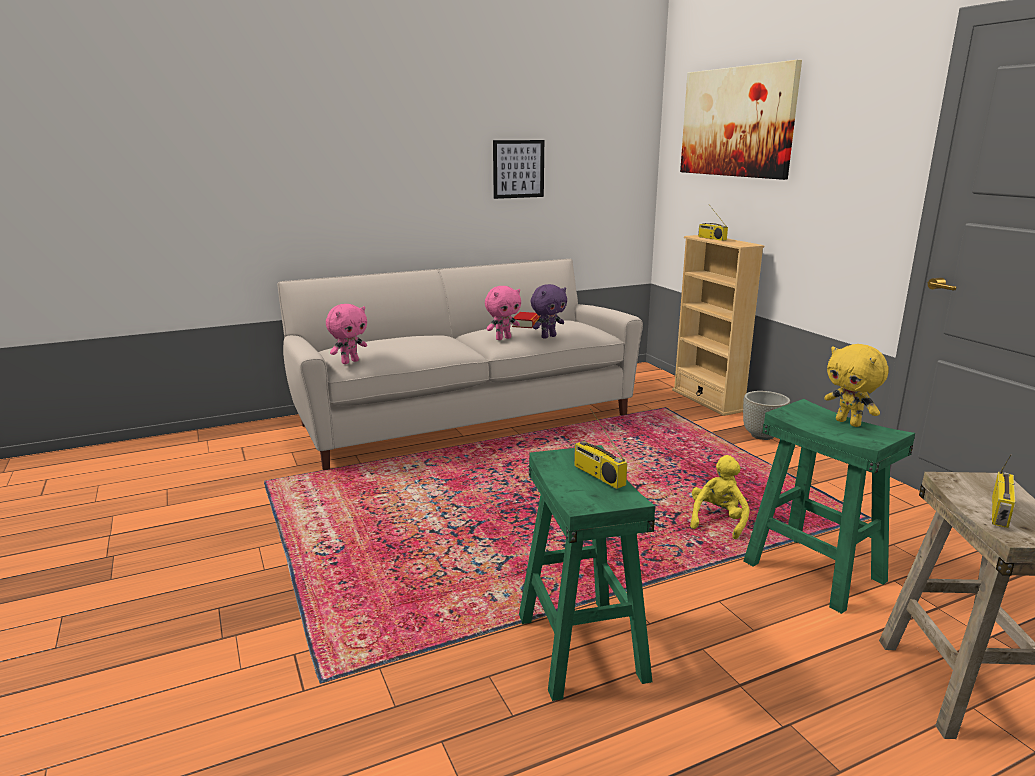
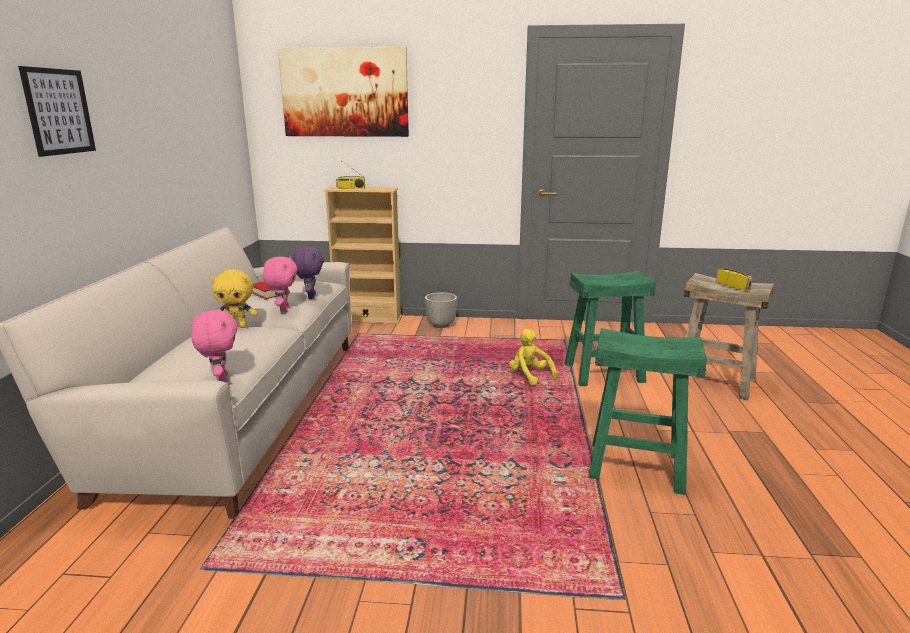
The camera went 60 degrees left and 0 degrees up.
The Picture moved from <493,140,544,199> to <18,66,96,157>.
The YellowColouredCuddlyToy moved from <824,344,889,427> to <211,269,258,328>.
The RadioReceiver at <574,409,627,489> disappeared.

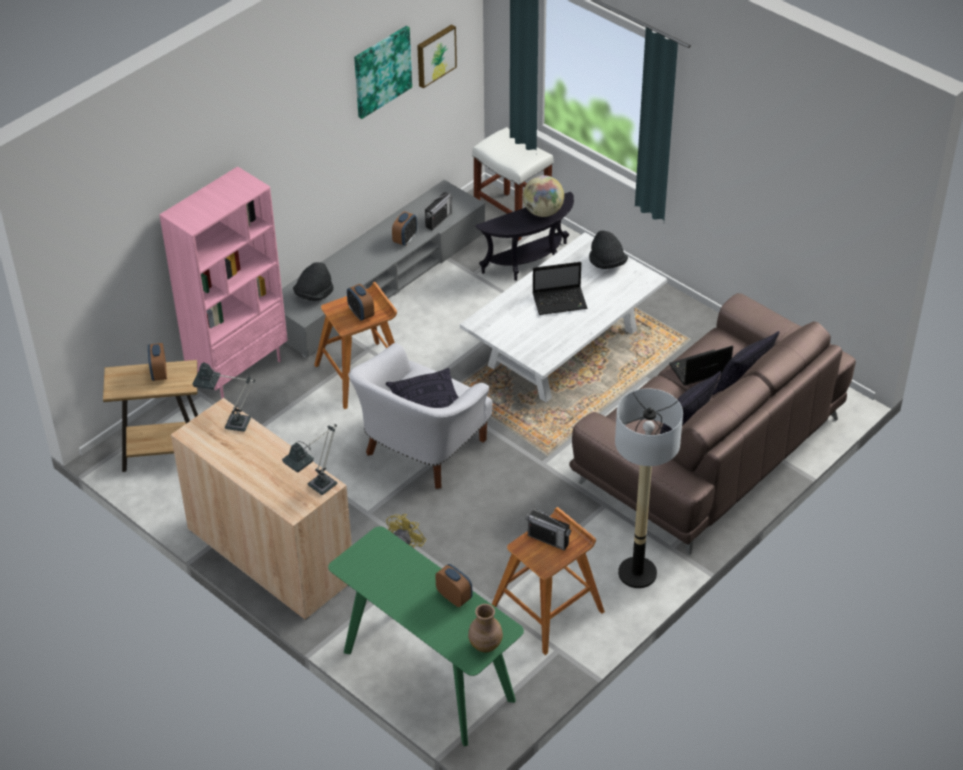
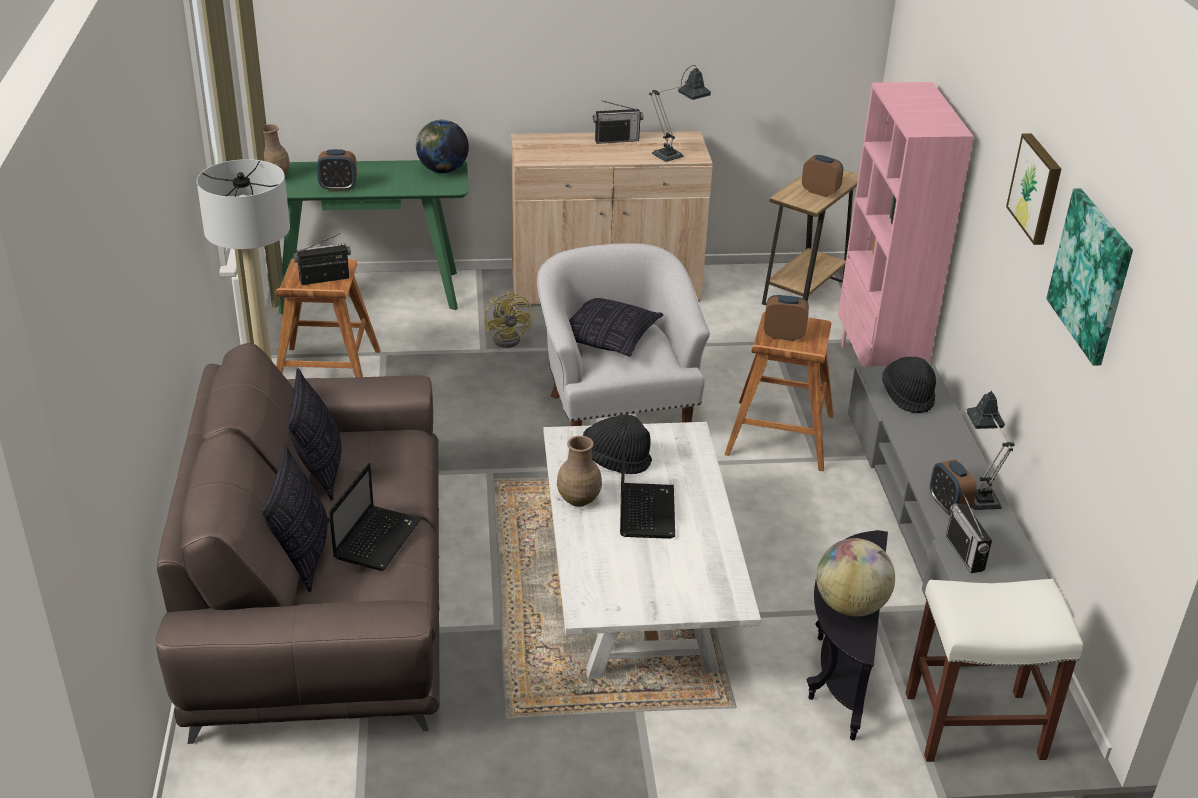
The camera went 130 degrees right and 10 degrees down.
The DeskGlobe at <416,120,469,173> appeared.
The BrownishFlowerVase at <557,436,602,507> appeared.
The BlackColouredWearableHat moved from <589,231,628,269> to <583,414,652,474>.
The RadioReceiver at <593,100,643,144> appeared.
The Laptop at <533,262,587,315> turned 150 degrees clockwise.
The LampForATable moved from <282,424,337,495> to <967,391,1014,510>.
The Picture moved from <417,24,457,88> to <1006,133,1061,245>.

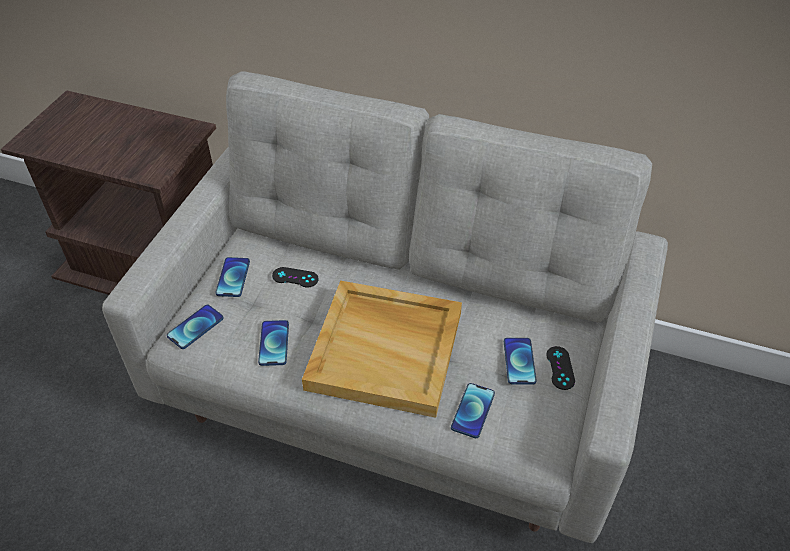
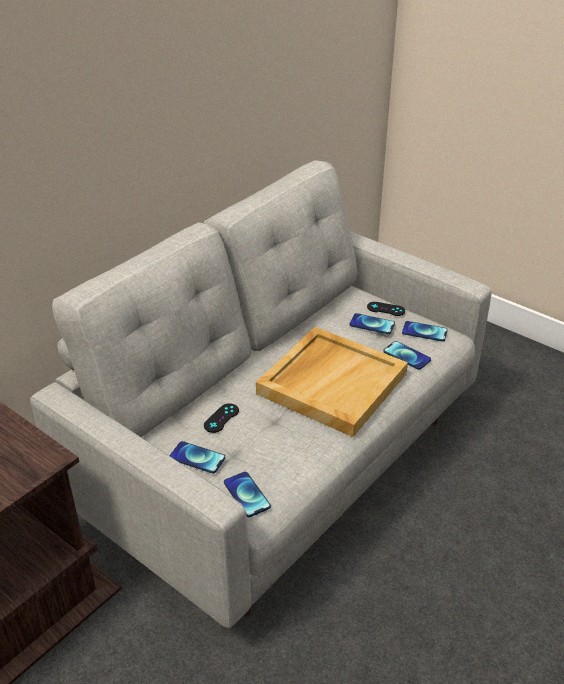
The camera went 70 degrees left and 10 degrees down.
The Telephone moved from <258,320,289,366> to <402,321,448,342>.

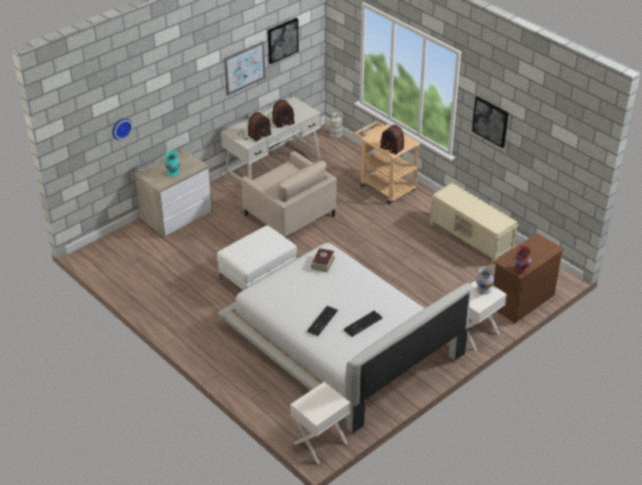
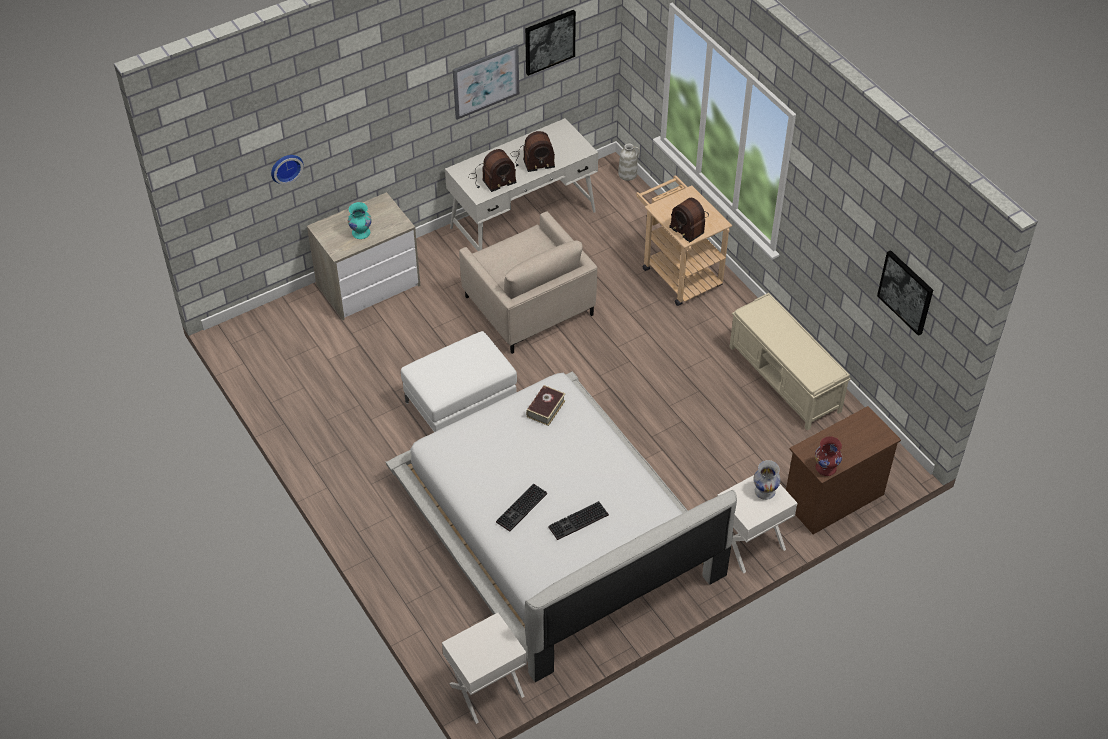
The camera went 10 degrees right and 10 degrees up.
The Picture moved from <472,96,508,148> to <877,250,933,336>.

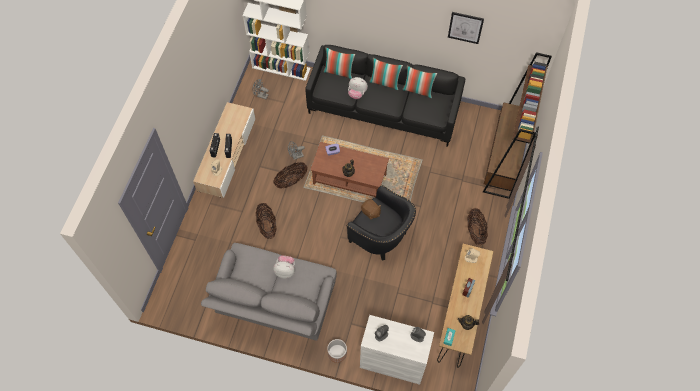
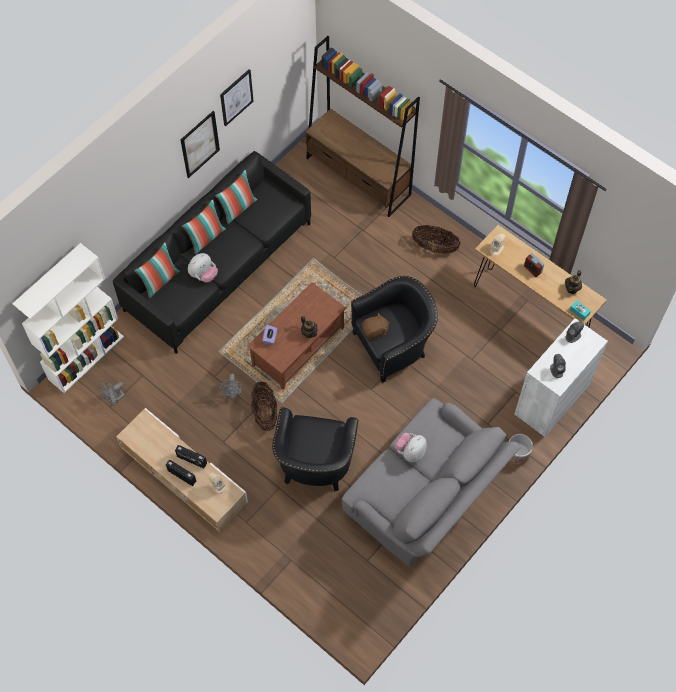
The camera went 65 degrees left and 0 degrees up.
The Picture at <181,111,220,178> appeared.
The HouseholdBasket at <256,203,277,239> was replaced by the BlackColouredArmchair at <272,408,358,491>.

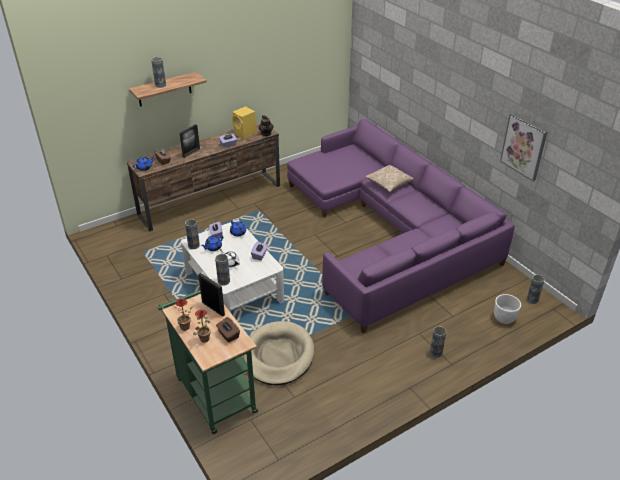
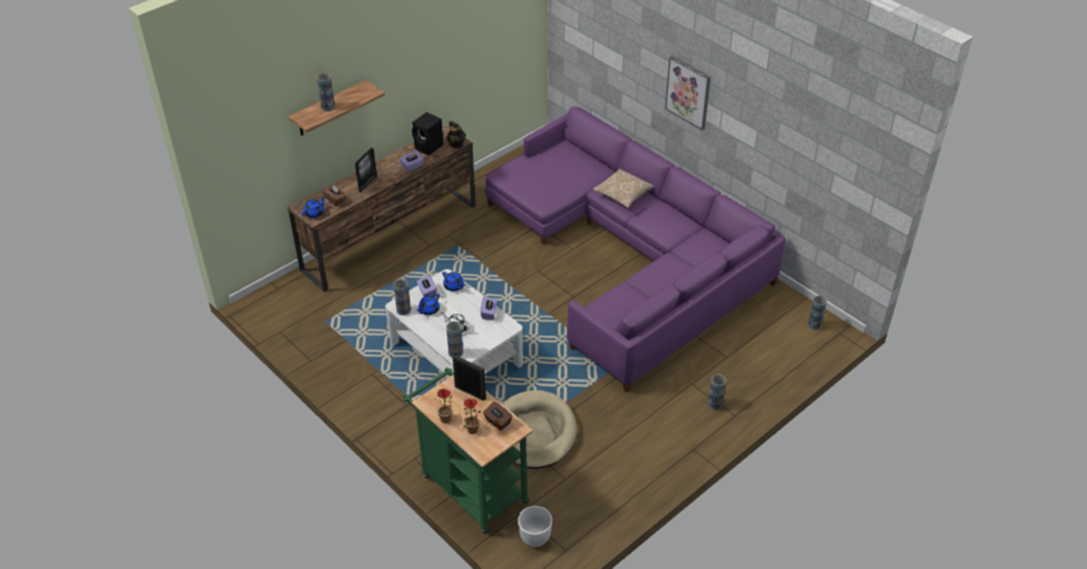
The camera went 10 degrees left and 5 degrees up.
The YellowColouredSpeaker at <232,106,256,139> became the BlackColouredSpeaker at <412,112,443,155>.
The WhiteColouredPlantPot moved from <494,294,521,324> to <518,506,552,547>.
The Picture moved from <500,113,547,181> to <665,56,711,130>.

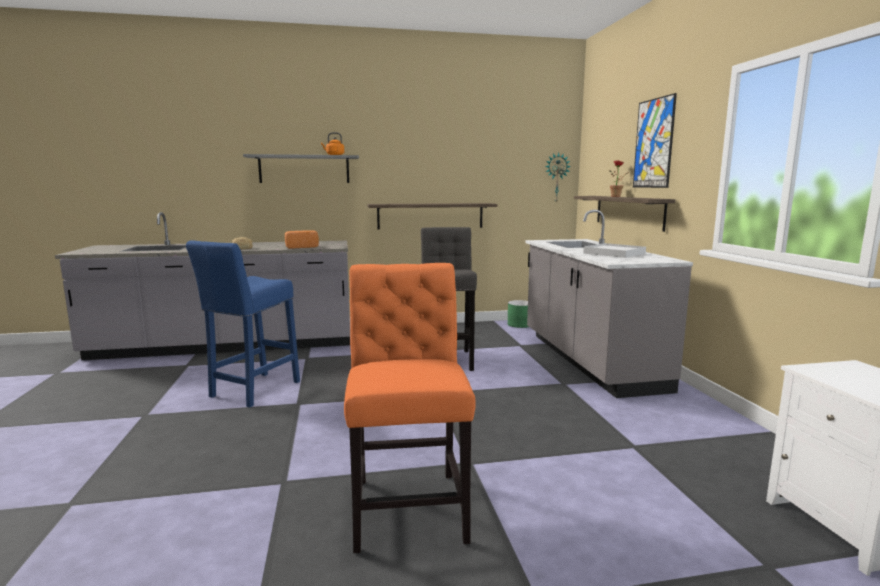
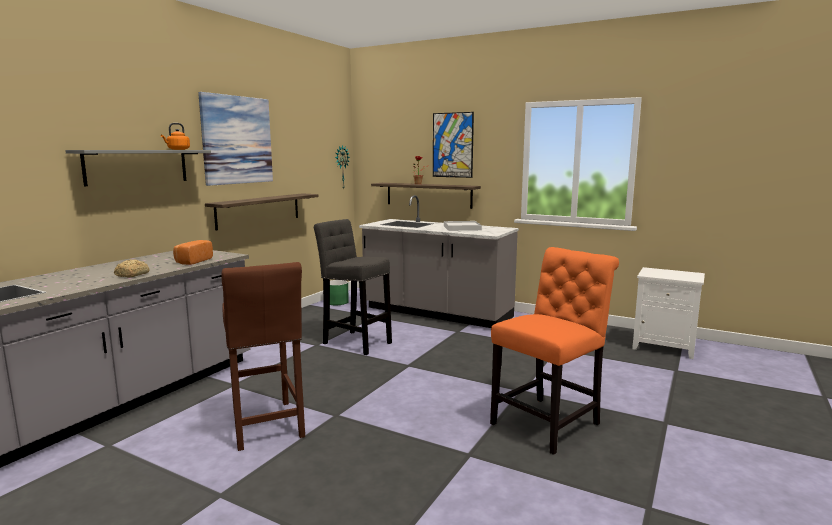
The camera went 50 degrees left and 0 degrees up.
The Picture at <198,92,273,186> appeared.
The BluishStool at <186,240,300,408> became the BrownishStool at <222,262,305,451>.
The OrangeyUprightChair at <344,263,476,553> turned 105 degrees clockwise.

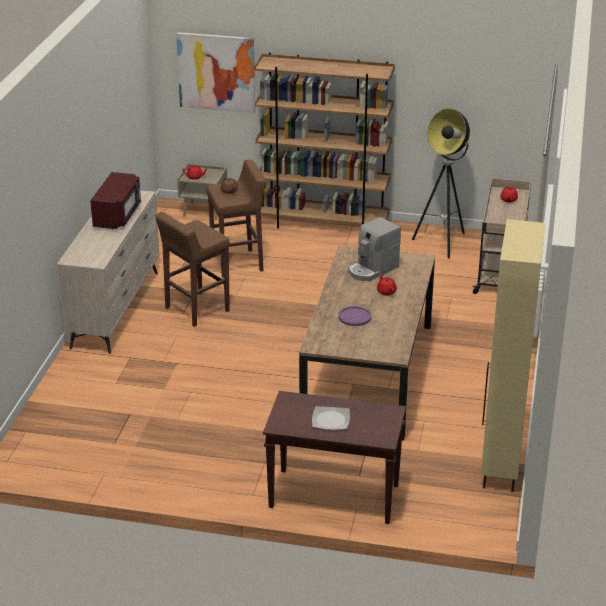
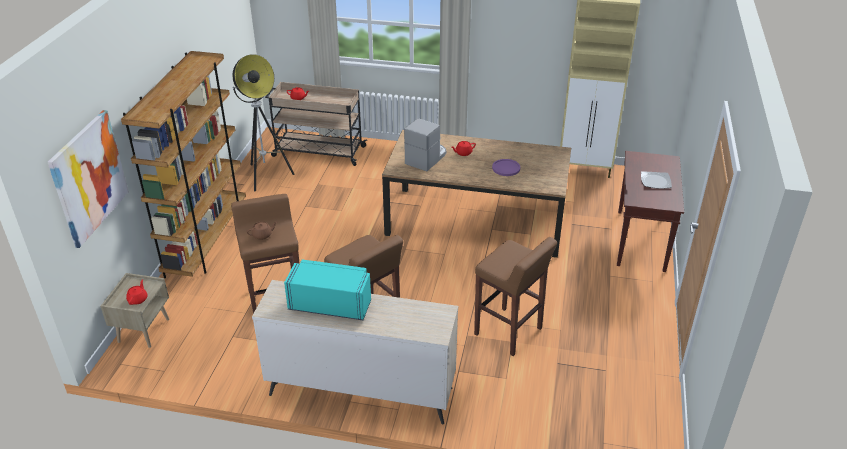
The camera went 90 degrees left and 5 degrees up.
The ReddishMicrowave at <90,172,141,229> became the TurquoiseMicrowave at <284,259,371,320>.
The CoffeeMachine at <349,217,401,281> turned 105 degrees counterclockwise.
The BrownishStool at <474,237,557,356> appeared.

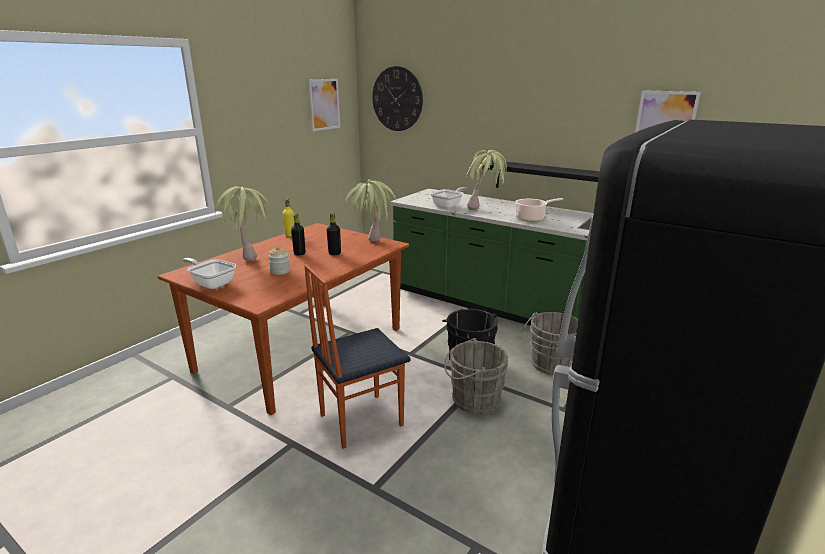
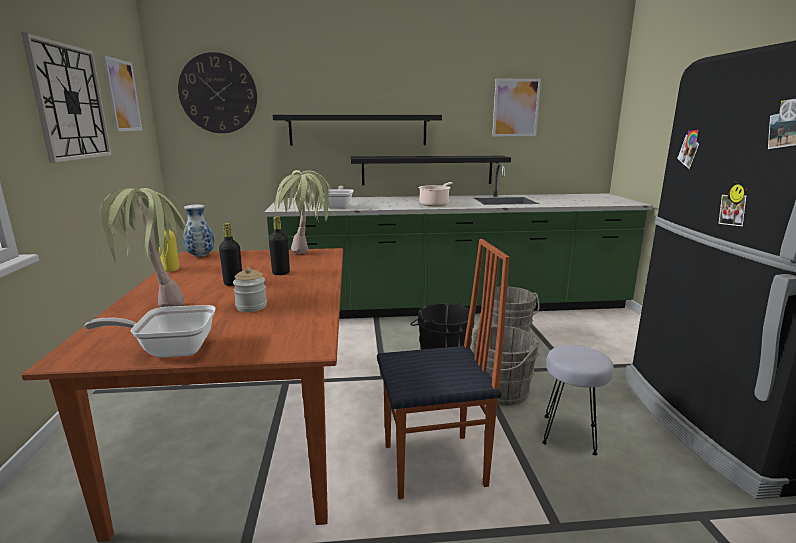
The camera went 40 degrees left and 5 degrees down.
The WallClock at <21,33,112,163> appeared.
The FlowerVase at <183,204,214,257> appeared.
The BlackColouredWallShelf at <273,115,442,146> appeared.
The UprightChair at <304,264,410,449> turned 120 degrees counterclockwise.
The GreyStool at <542,345,614,455> appeared.
The PlantInAPot at <466,150,507,210> disappeared.

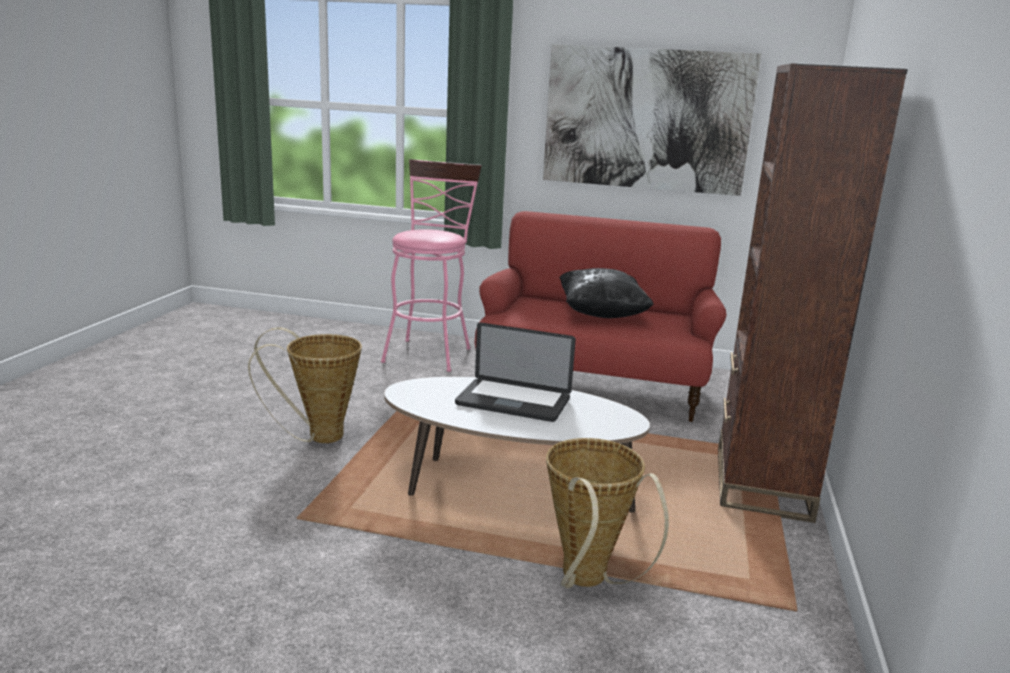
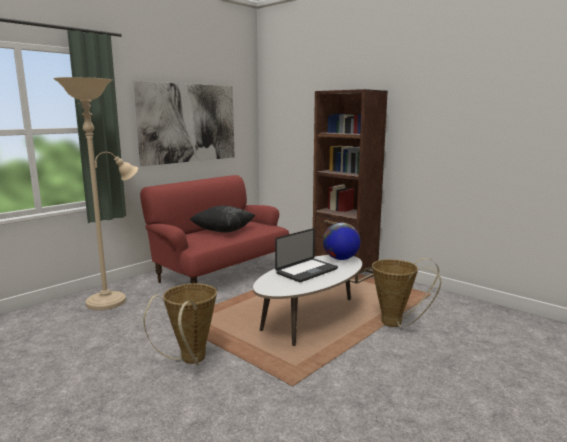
The camera went 60 degrees left and 5 degrees down.
The PinkishStool at <381,159,482,372> was replaced by the SandColouredStandardLamp at <53,77,138,310>.
The DeskGlobe at <323,223,361,260> appeared.

